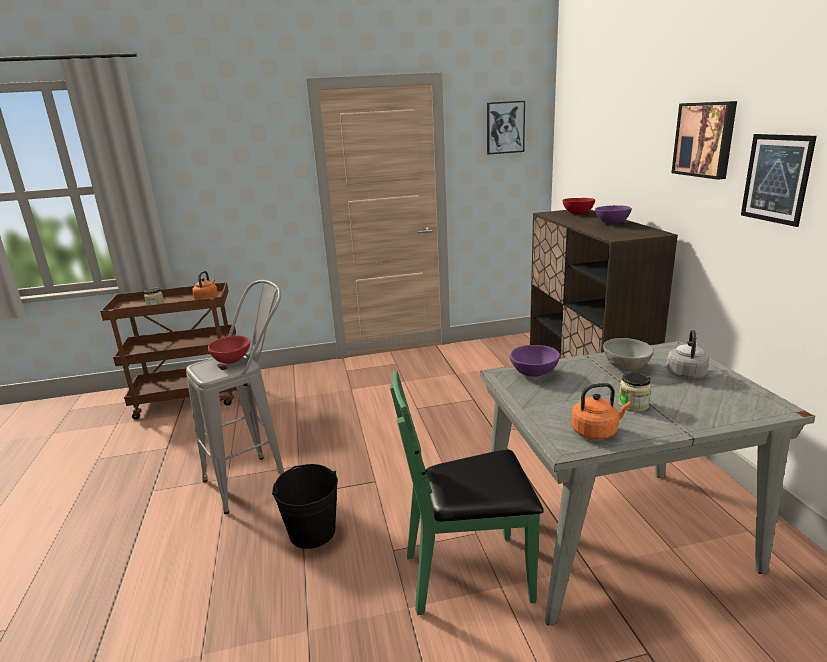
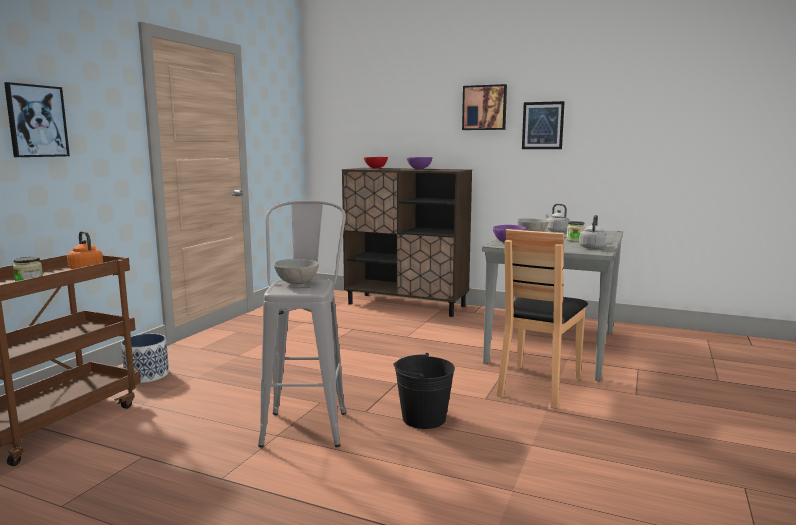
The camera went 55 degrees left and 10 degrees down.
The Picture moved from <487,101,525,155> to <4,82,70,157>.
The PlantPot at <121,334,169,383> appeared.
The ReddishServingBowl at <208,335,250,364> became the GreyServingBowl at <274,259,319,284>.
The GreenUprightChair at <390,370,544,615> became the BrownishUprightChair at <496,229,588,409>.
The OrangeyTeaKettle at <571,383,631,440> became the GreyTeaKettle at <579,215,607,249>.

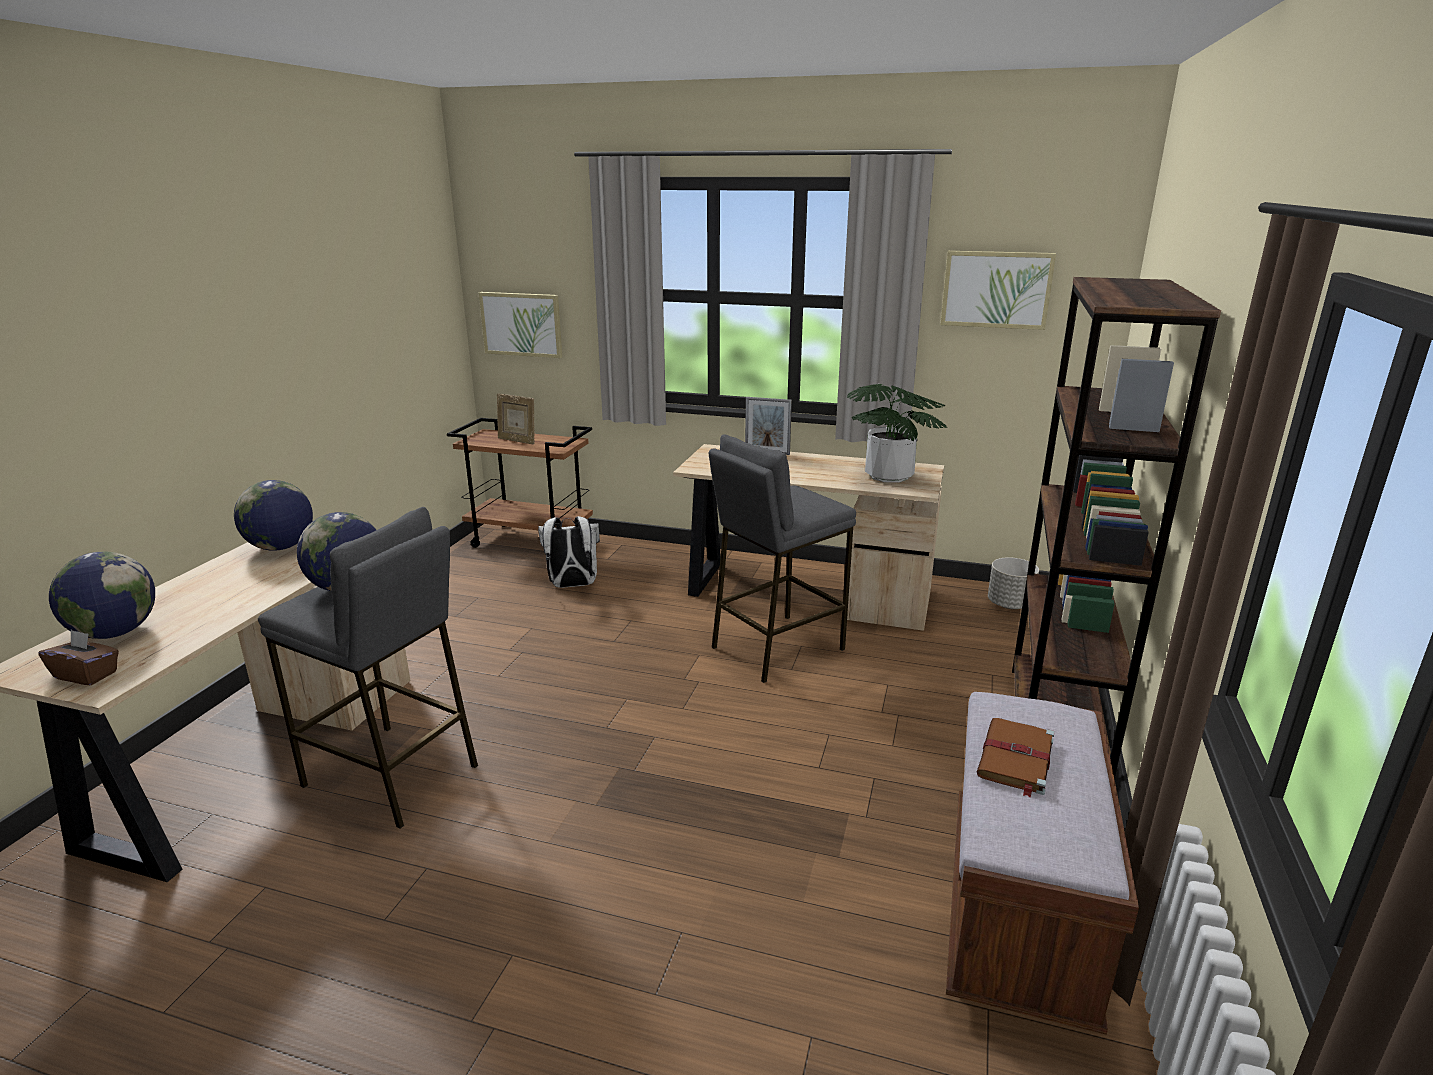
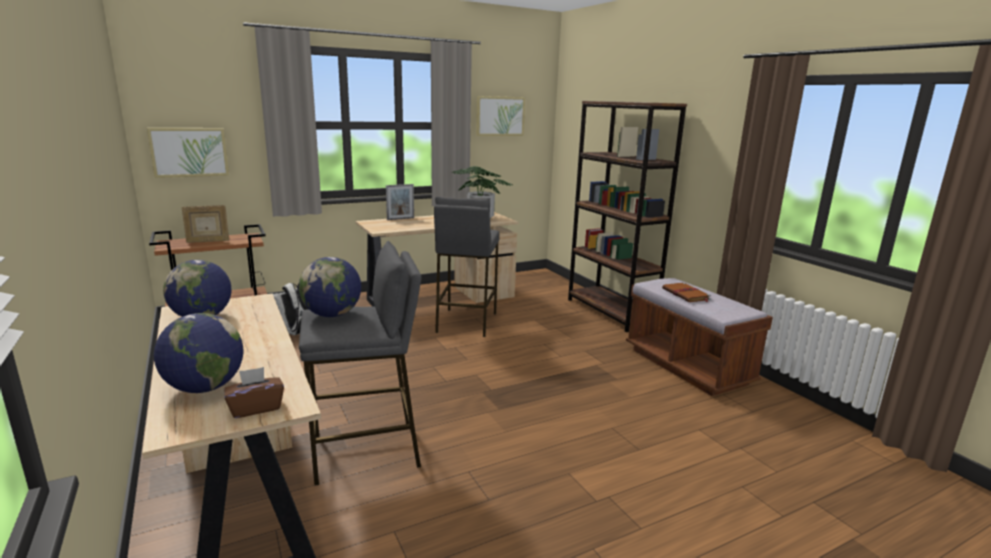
The camera went 45 degrees left and 5 degrees down.
The GreyPlantPot at <988,557,1039,609> disappeared.

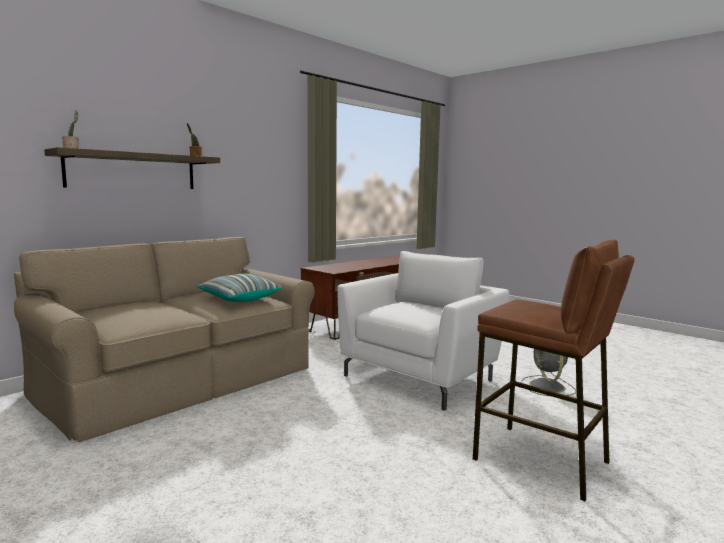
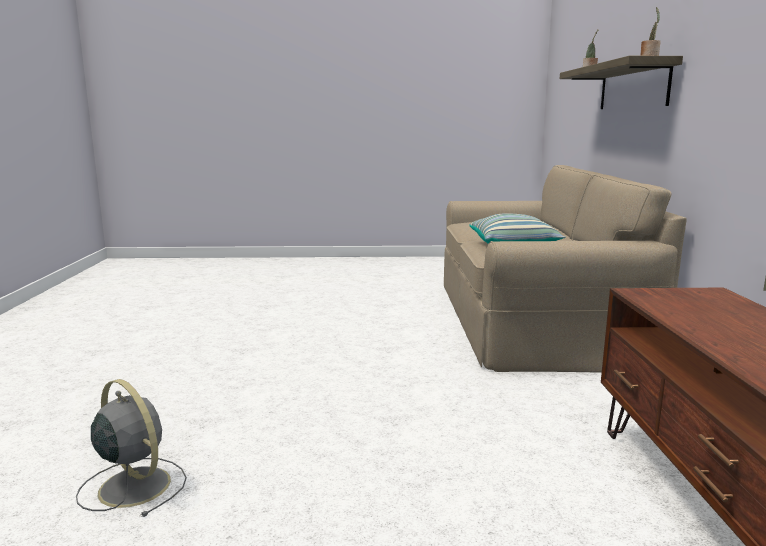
The camera went 135 degrees right and 5 degrees up.
The WhiteColouredArmchair at <337,251,509,411> disappeared.
The BrownishStool at <473,239,635,501> disappeared.

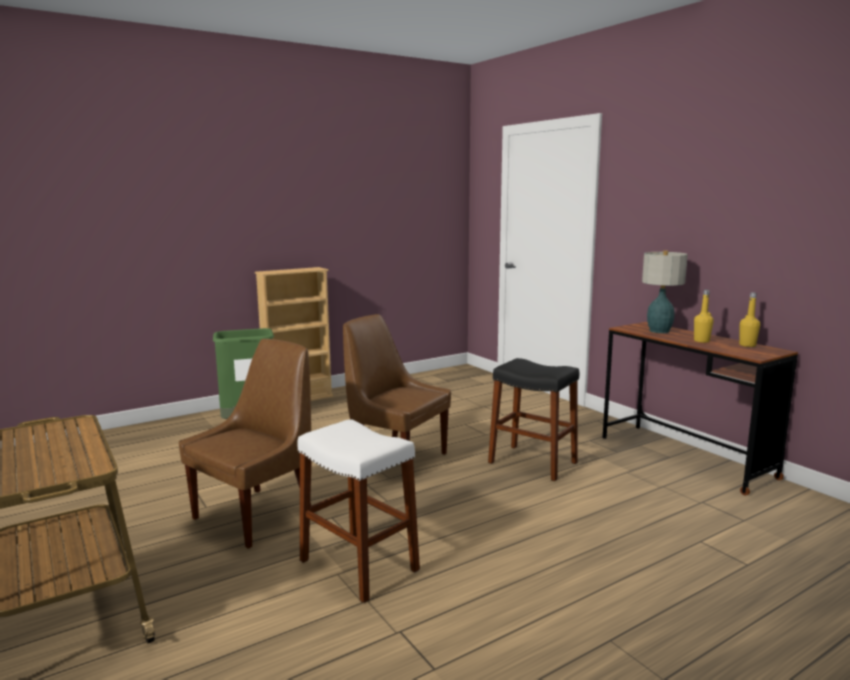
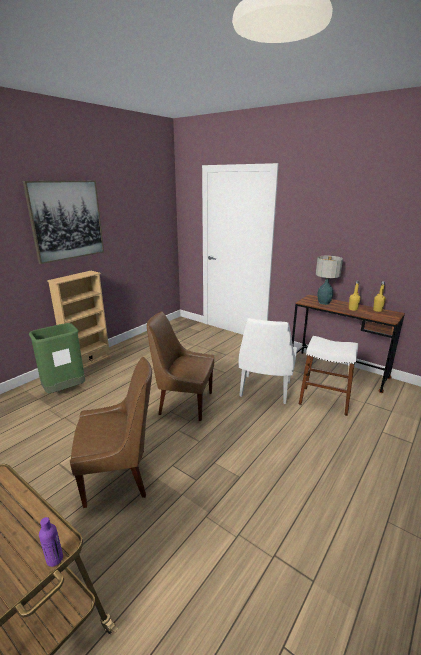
The camera went 20 degrees left and 10 degrees up.
The Picture at <23,181,104,264> appeared.
The PurplishDrinkBottle at <39,517,63,567> appeared.
The BrownishUprightChair at <179,339,311,549> turned 60 degrees clockwise.
The BlackColouredStool at <488,358,579,481> was replaced by the WhiteColouredUprightChair at <239,318,297,404>.
The WhiteColouredStool moved from <297,419,420,603> to <299,336,358,416>.

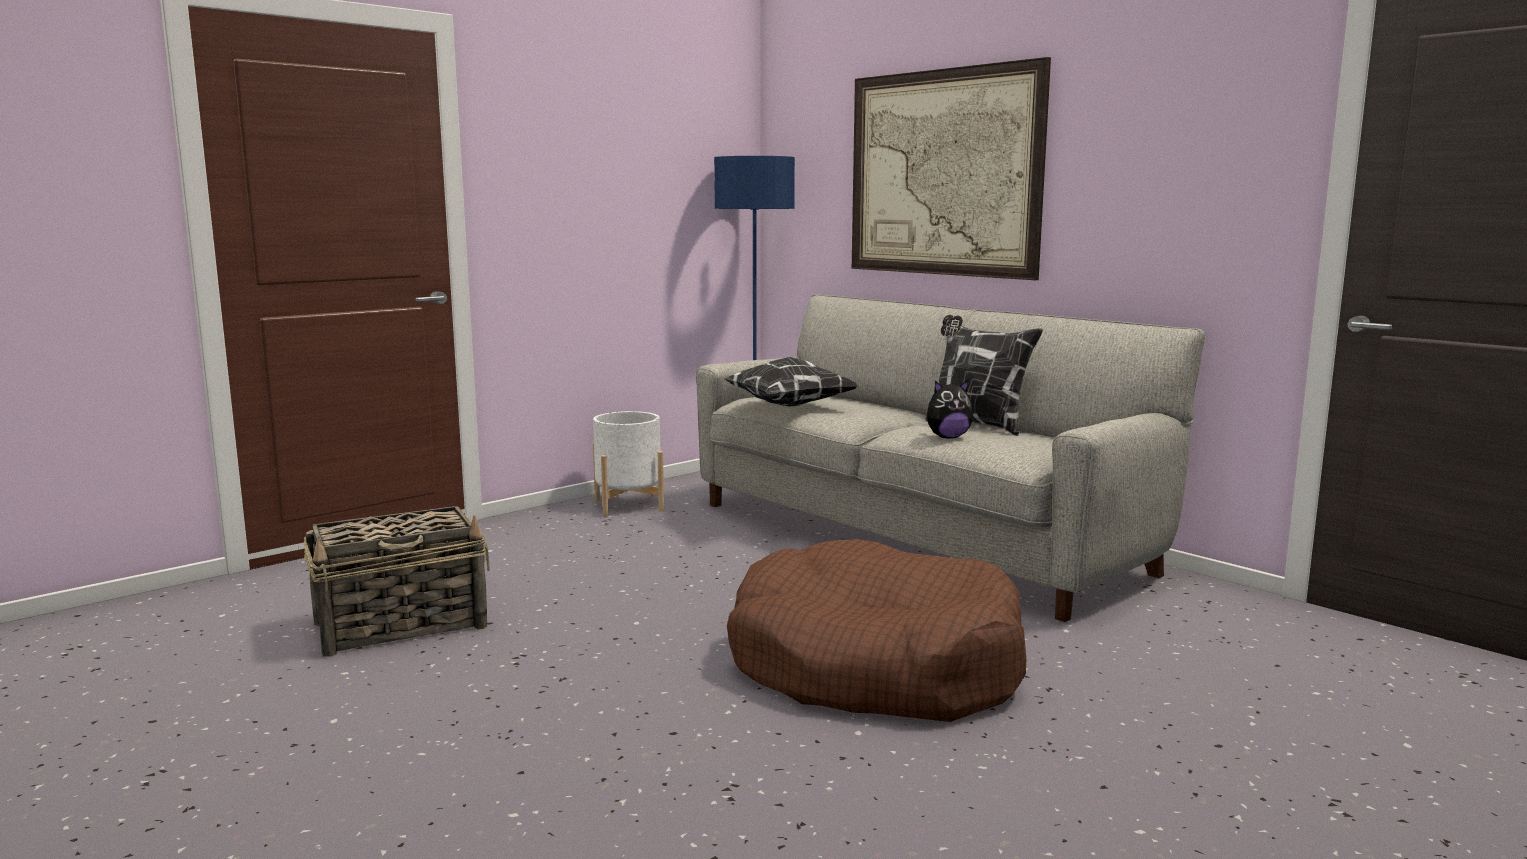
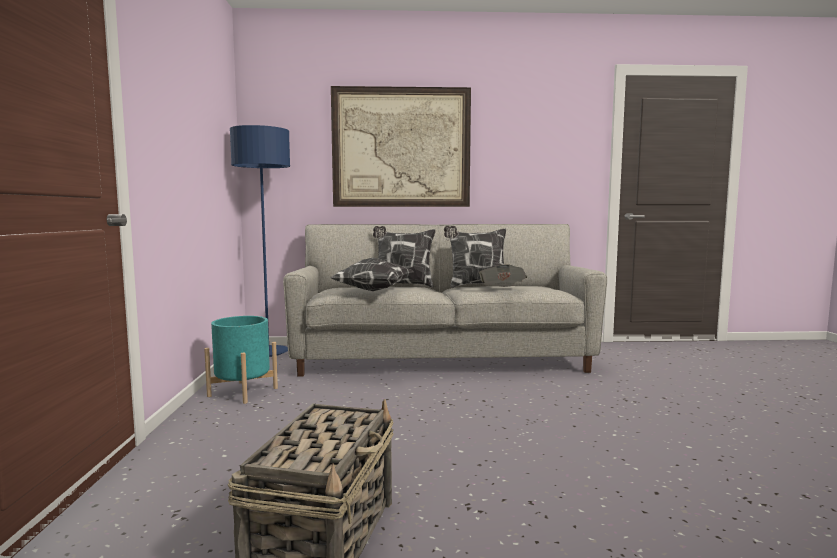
The camera went 50 degrees left and 5 degrees down.
The WhiteColouredPlantPot at <593,411,664,516> became the TurquoisePlantPot at <204,316,278,404>.
The Cushion at <373,226,436,287> appeared.
The CuddlyToy at <927,380,973,438> was replaced by the PrintedPaper at <479,264,527,287>.
The BrownishDogBed at <727,539,1026,722> disappeared.

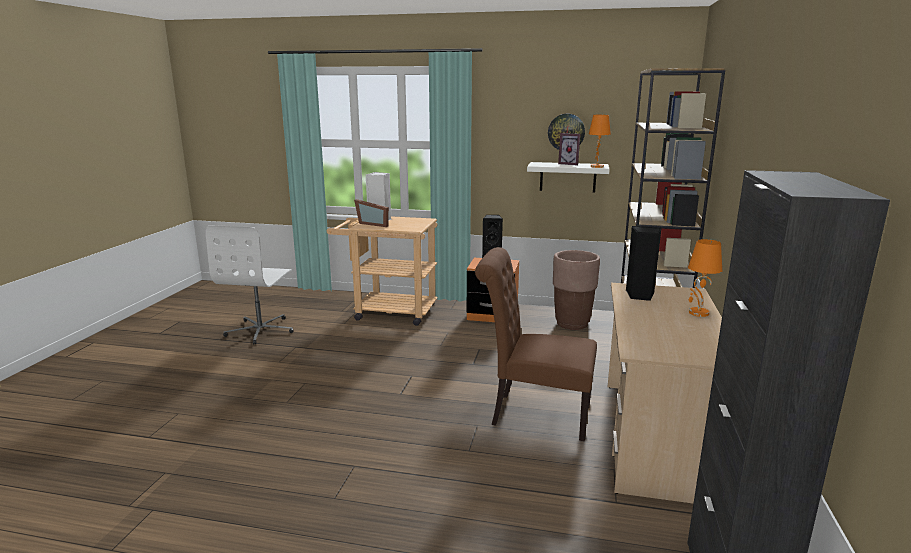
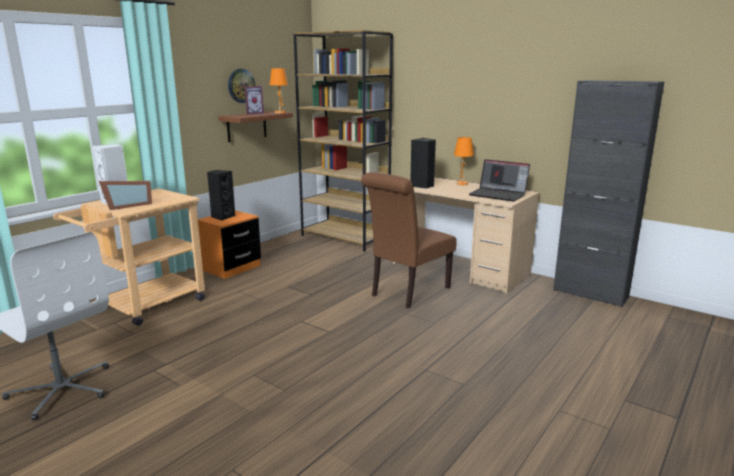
The camera went 65 degrees left and 0 degrees up.
The WhiteColouredWallShelf at <527,162,610,193> became the BrownishWallShelf at <218,111,293,142>.
The Laptop at <469,159,530,202> appeared.
The BrownishPlantPot at <553,250,600,330> disappeared.

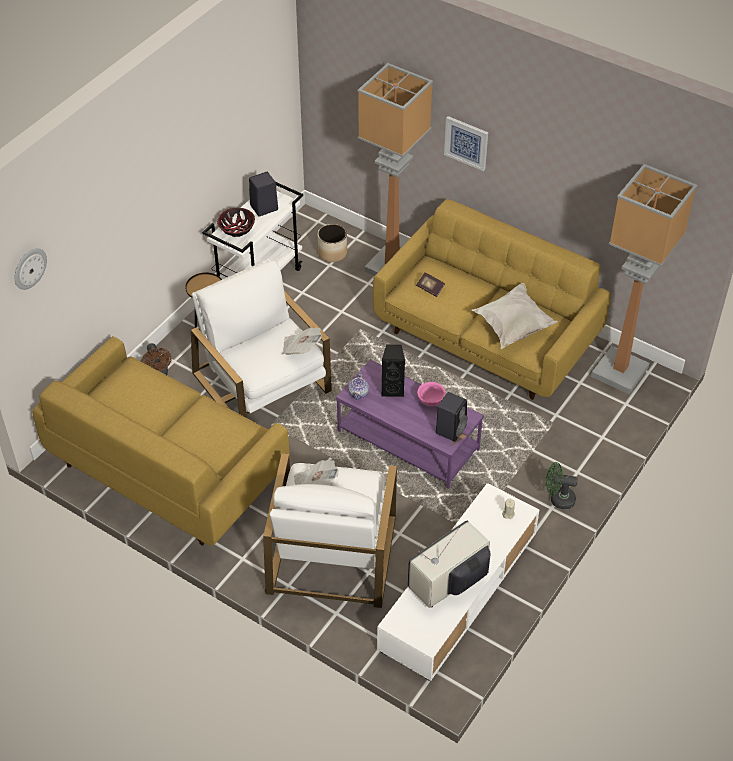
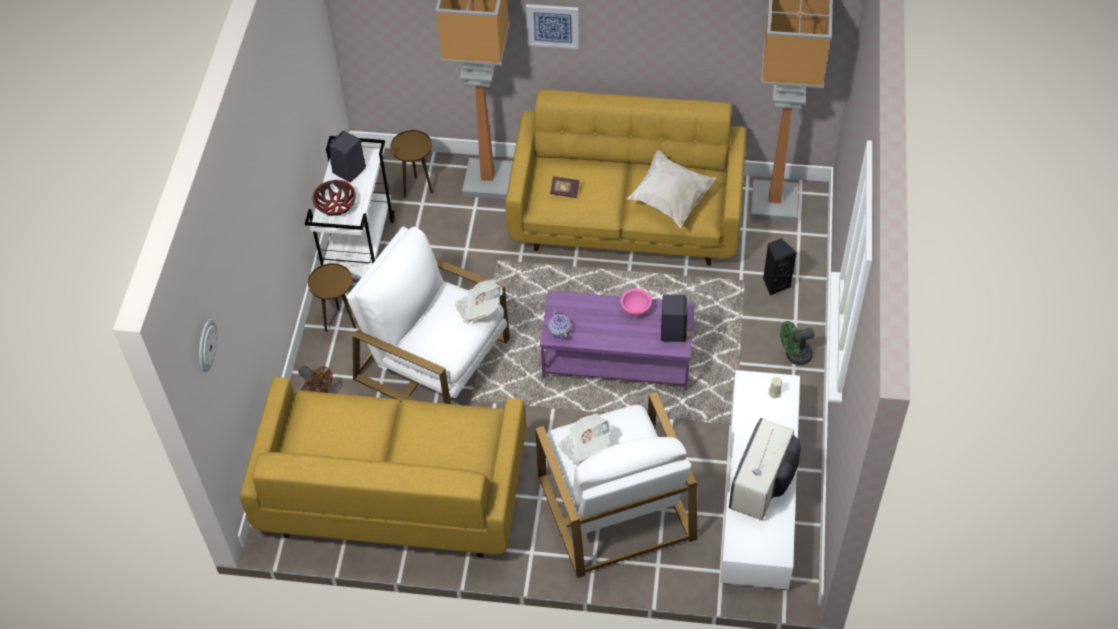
The camera went 25 degrees left and 5 degrees up.
The PlantPot at <318,224,347,262> was replaced by the BrownishEndTable at <391,130,433,198>.
The BlackColouredSpeaker moved from <381,344,405,397> to <763,238,797,296>.

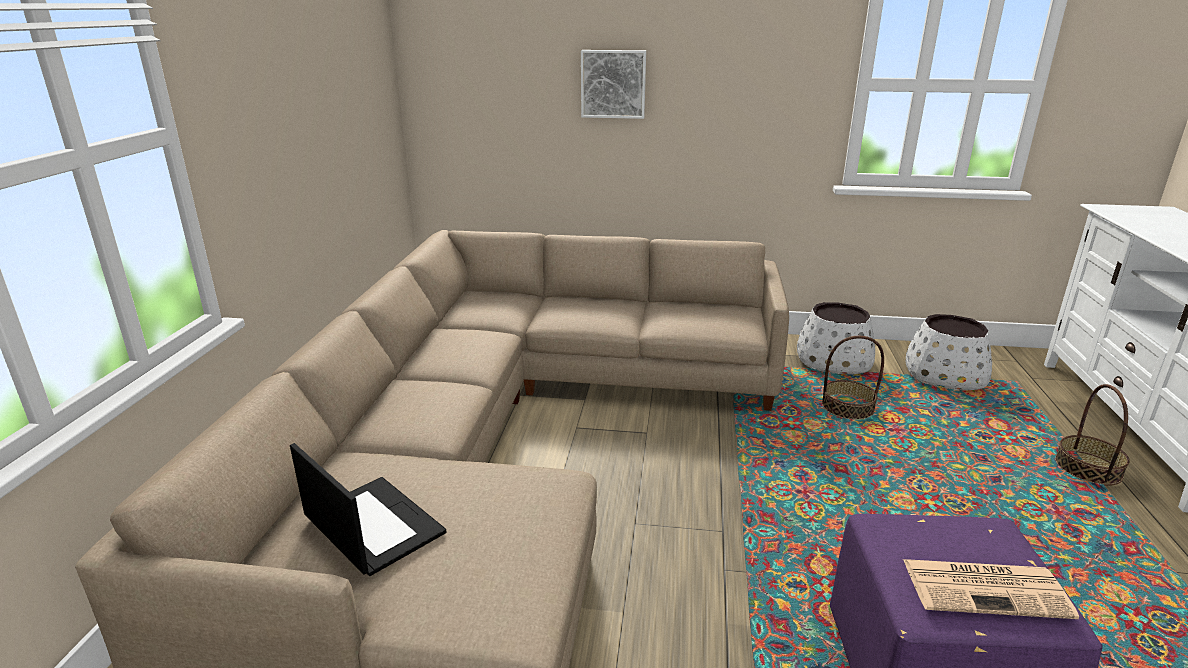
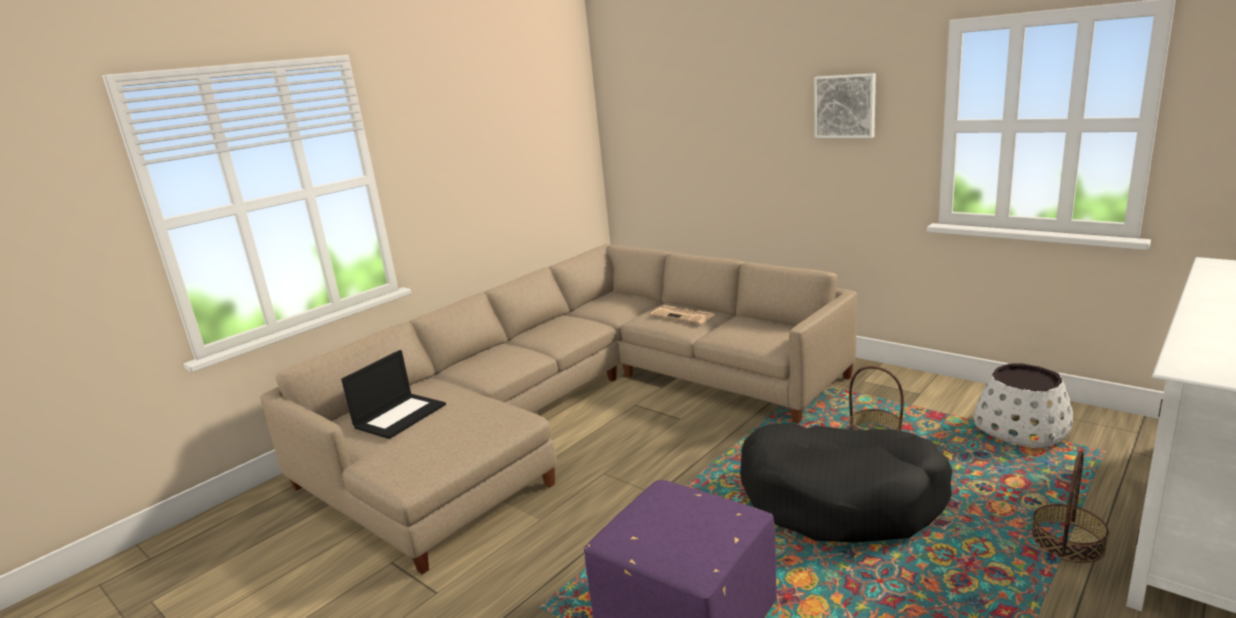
The camera went 35 degrees right and 5 degrees down.
The Laptop at <290,443,446,576> turned 45 degrees clockwise.
The PrintedPaper moved from <903,559,1079,619> to <650,305,716,324>.
The BlackColouredDogBed at <740,423,952,543> appeared.
The Picture moved from <581,50,646,119> to <814,73,876,138>.
The WhiteColouredPlantPot at <797,302,875,374> disappeared.

